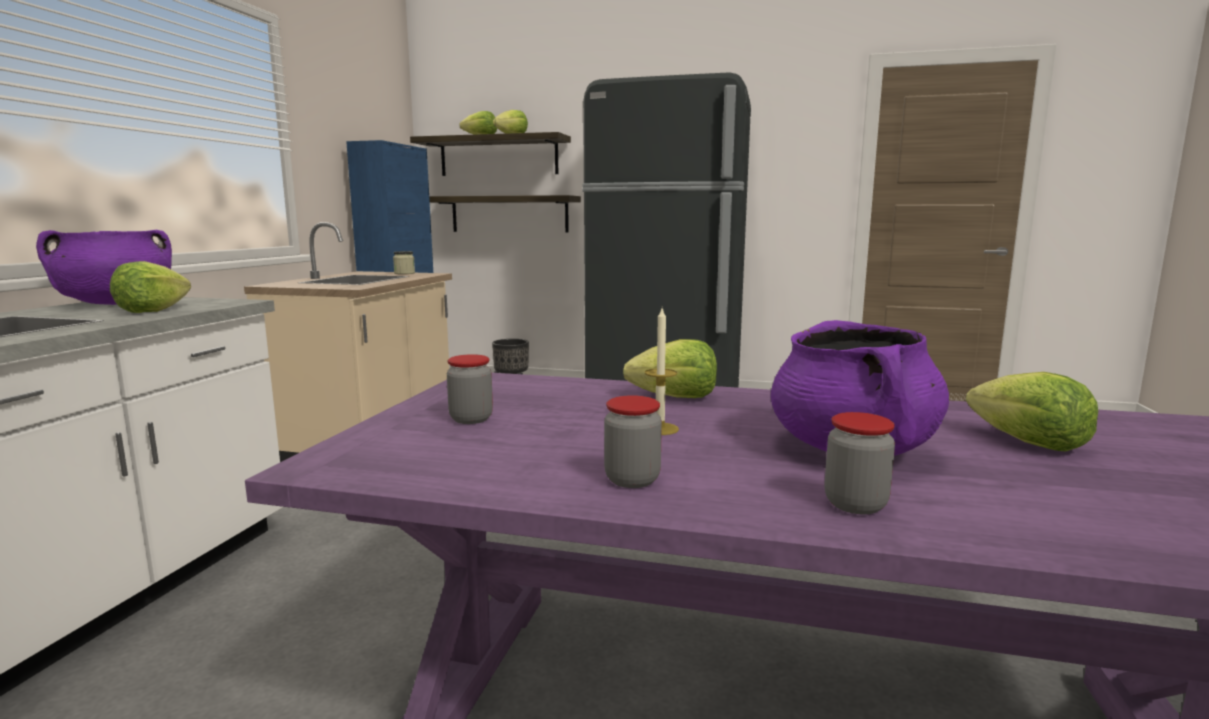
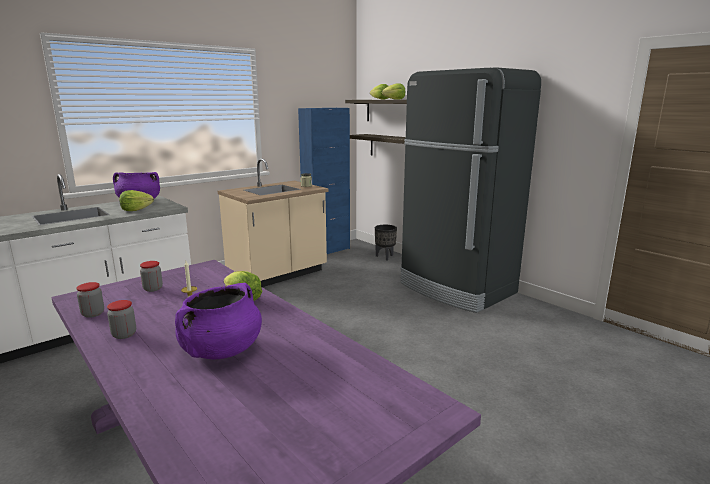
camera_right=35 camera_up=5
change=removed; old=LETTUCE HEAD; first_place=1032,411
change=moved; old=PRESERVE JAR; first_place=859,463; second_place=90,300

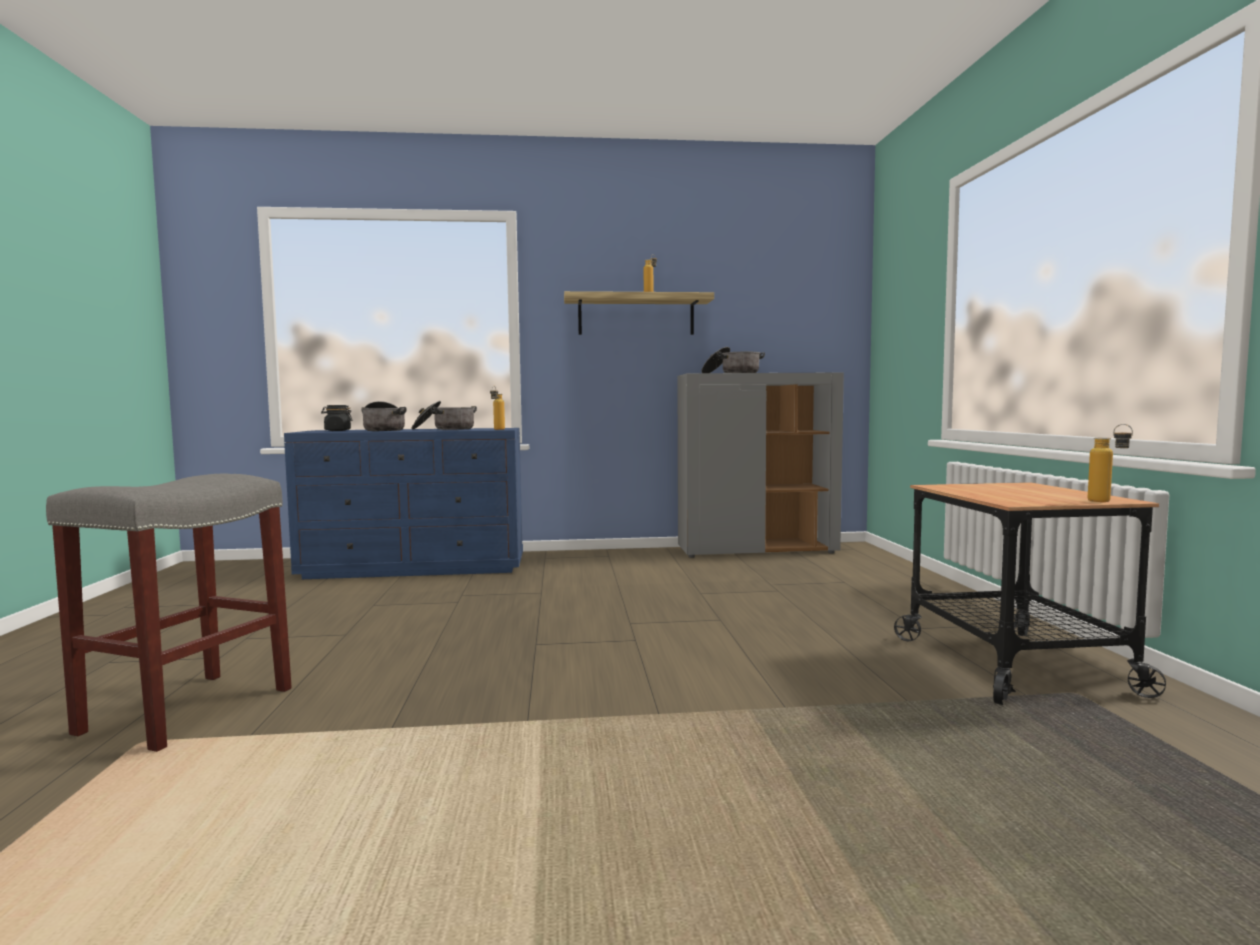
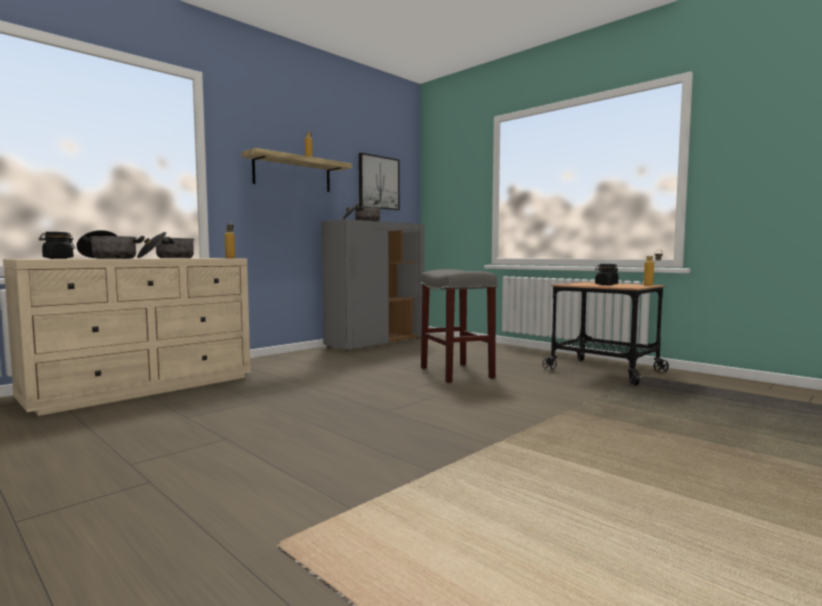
camera_right=-40 camera_up=0
change=added; new=PICTURE; second_place=379,181
change=added; new=BLACK-COLOURED PRESERVE JAR; second_place=607,274
change=moved; old=GREY STOOL; first_place=169,613; second_place=459,326
change=recoloured; old=BLUISH DRESSER; new=SAND-COLOURED DRESSER; first_place=403,503; second_place=127,337

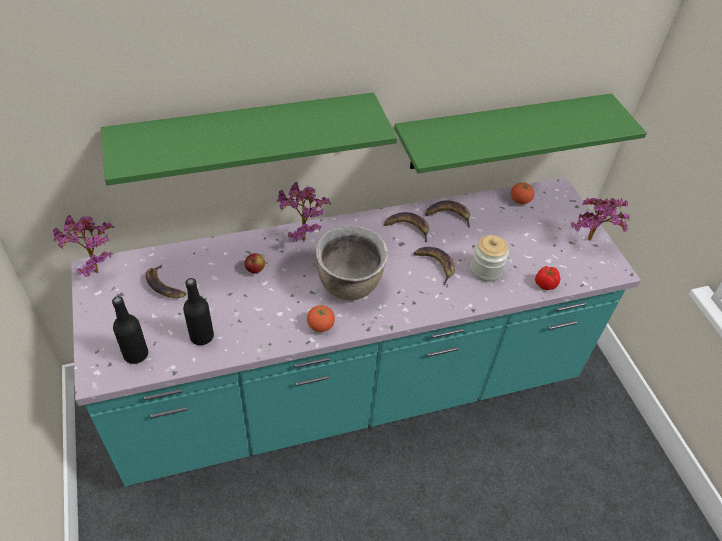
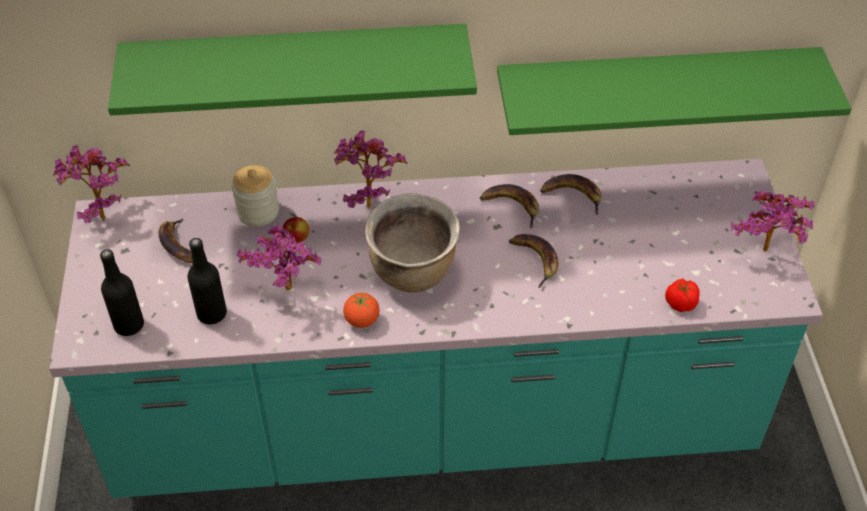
camera_right=15 camera_up=0
change=removed; old=WHOLE TOMATO; first_place=522,193
change=added; new=POTTED PLANT; second_place=279,257
change=moved; old=PRESERVE JAR; first_place=489,258; second_place=255,195

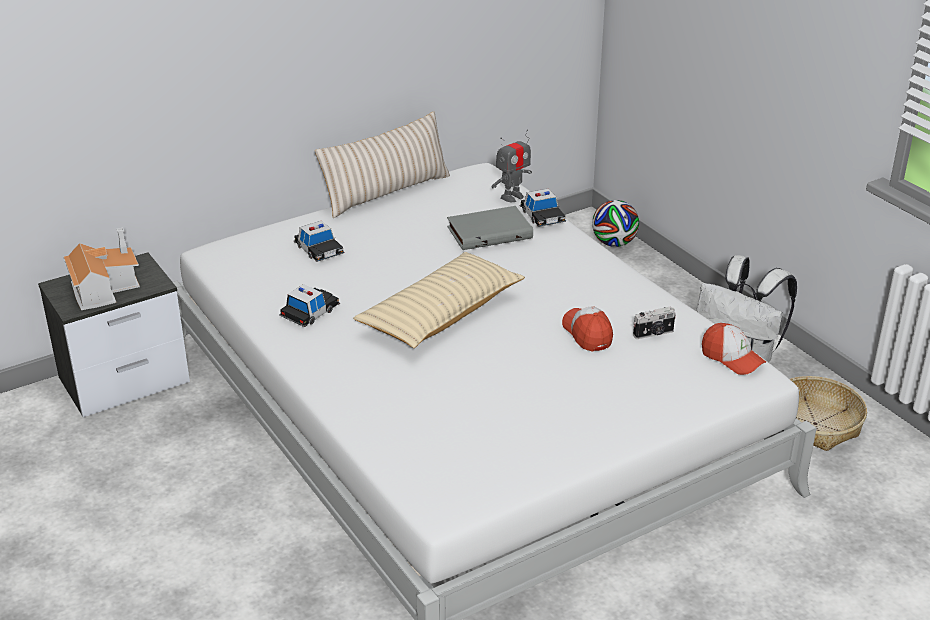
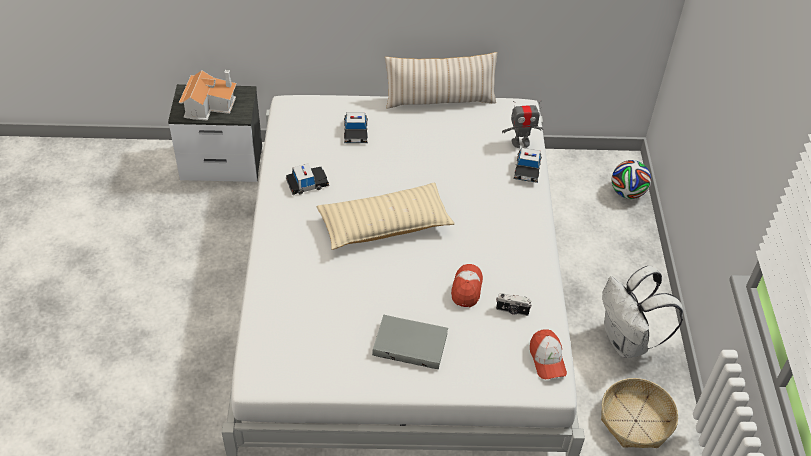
camera_right=30 camera_up=15
change=moved; old=GREY BOOK; first_place=490,228; second_place=410,341

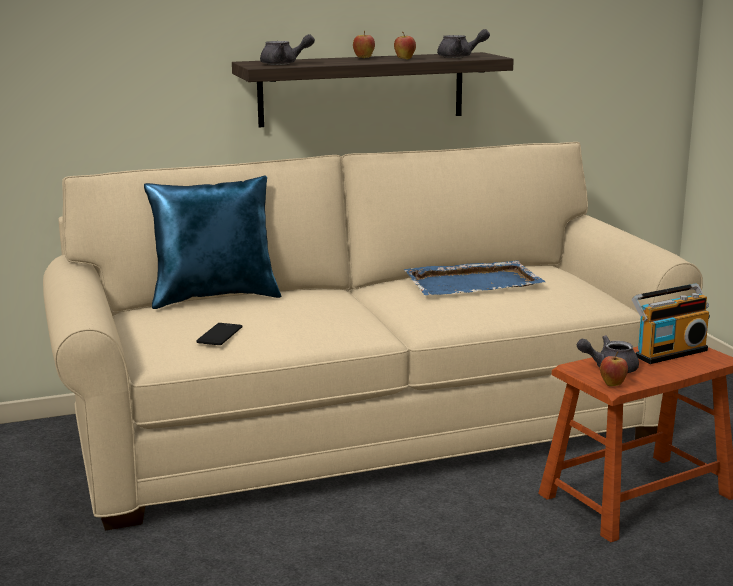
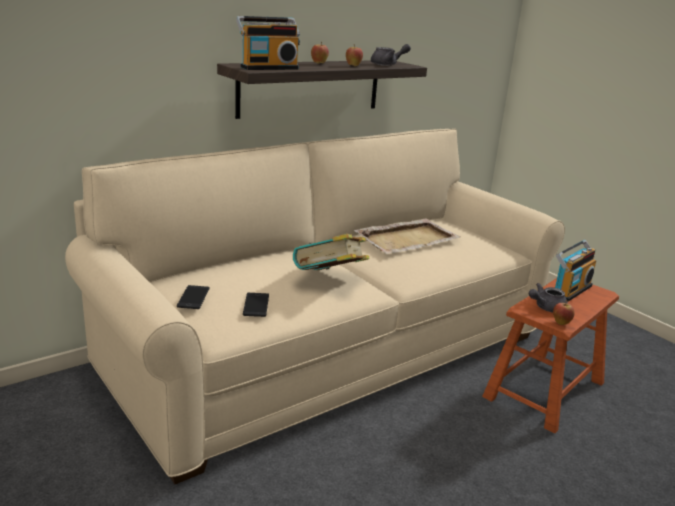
camera_right=-20 camera_up=5
change=removed; old=BLUISH THROW PILLOW; first_place=212,242
change=added; new=TELEPHONE; second_place=193,297
change=added; new=BOOK; second_place=331,252
change=replaced; old=GREY TEA POT; new=RADIO SET; first_place=287,49; second_place=268,43
change=recoloured; old=BLUISH SERVING TRAY; new=SAND-COLOURED SERVING TRAY; first_place=475,278; second_place=407,236

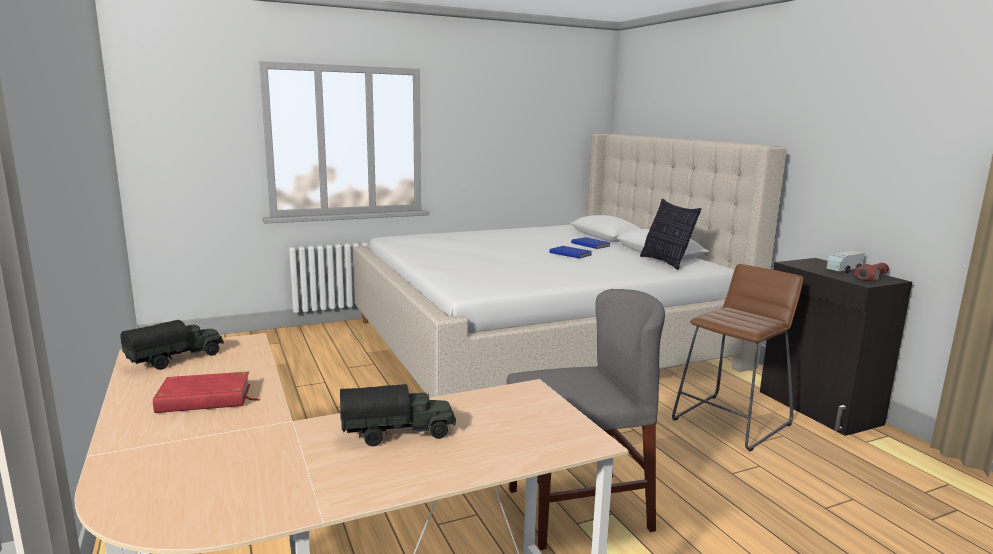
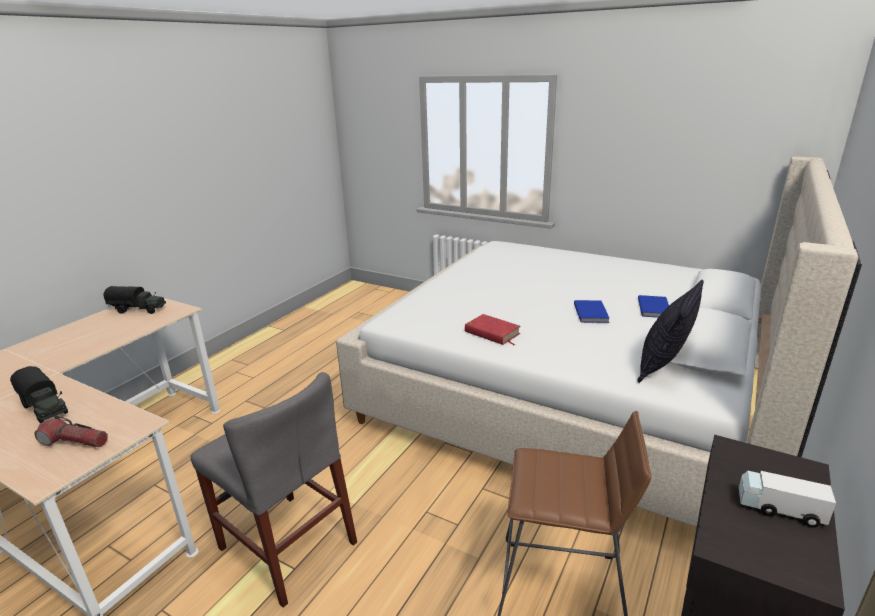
camera_right=55 camera_up=10
change=moved; old=REDDISH BOOK; first_place=206,392; second_place=493,329
change=moved; old=TORCH; first_place=871,272; second_place=71,431

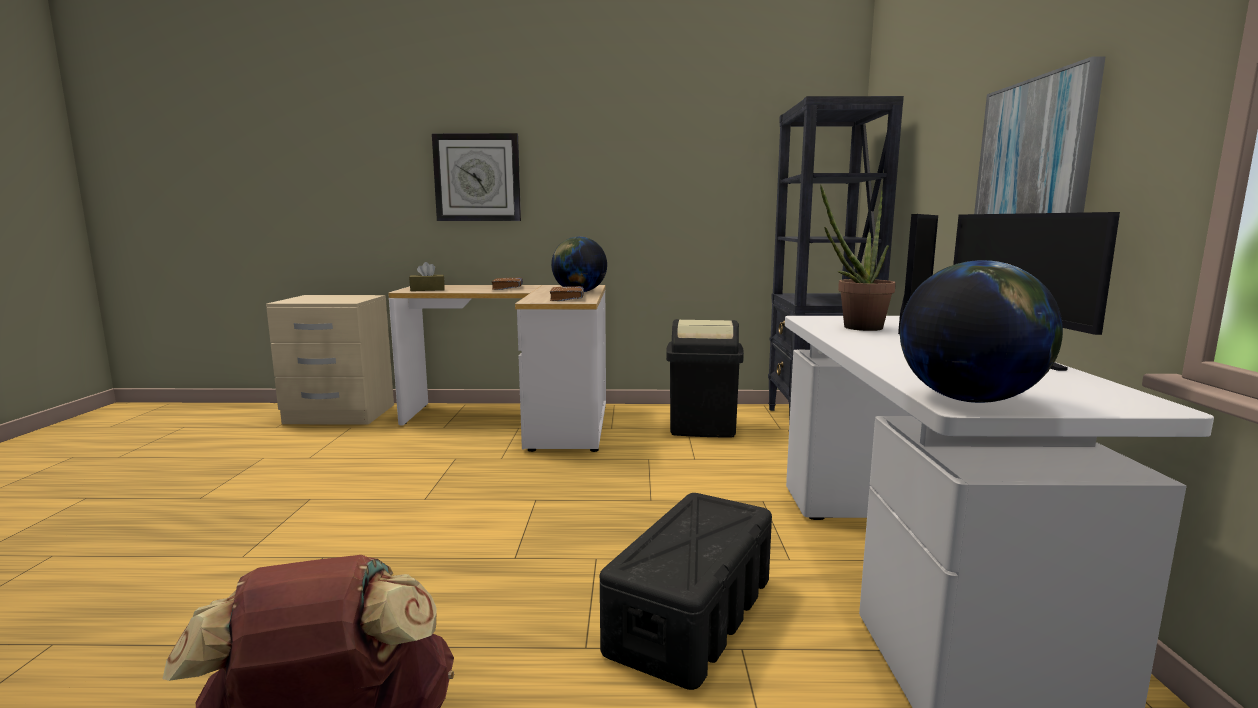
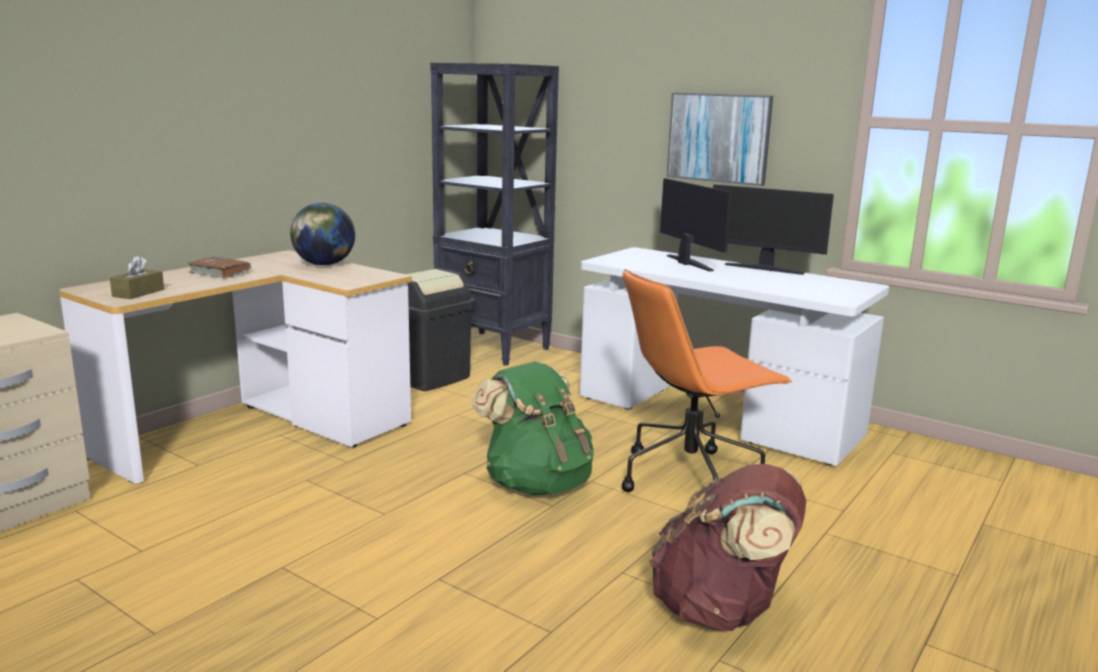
camera_right=-55 camera_up=5
change=removed; old=HANGING CLOCK; first_place=476,177
change=removed; old=BROWN BOOK; first_place=567,293
change=removed; old=POTTED PLANT; first_place=858,257
change=removed; old=WORLD GLOBE; first_place=981,331
change=added; new=GREEN-COLOURED KNAPSACK; second_place=533,428
change=replaced; old=BLACK-COLOURED STORAGE CONTAINER; new=ORANGEY OFFICE CHAIR; first_place=686,591; second_place=707,380

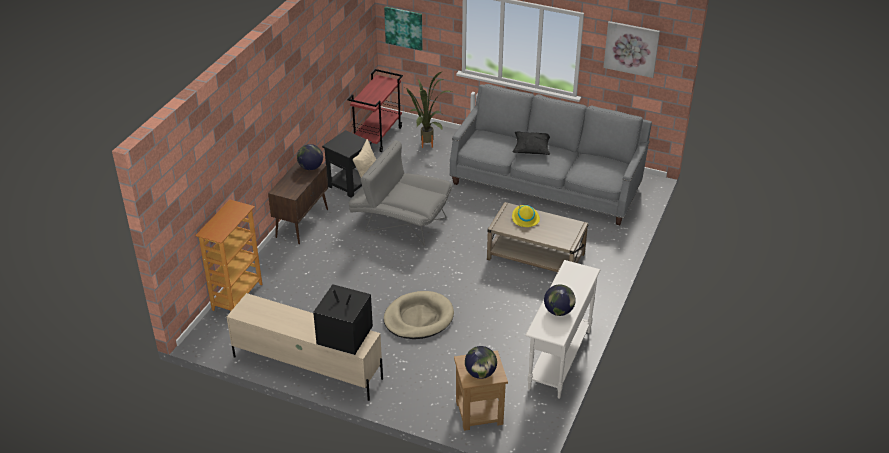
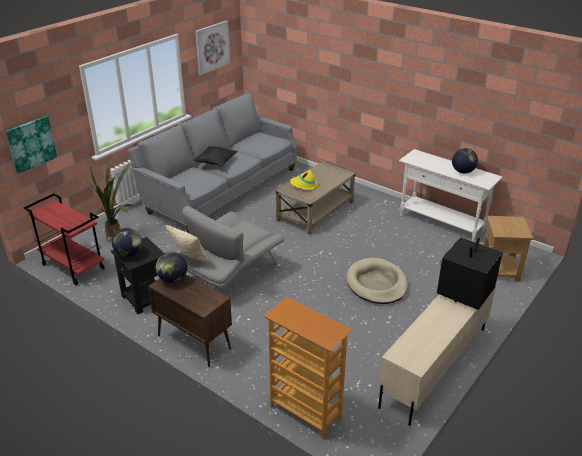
camera_right=-75 camera_up=-5
change=moved; old=WORLD GLOBE; first_place=481,362; second_place=127,242

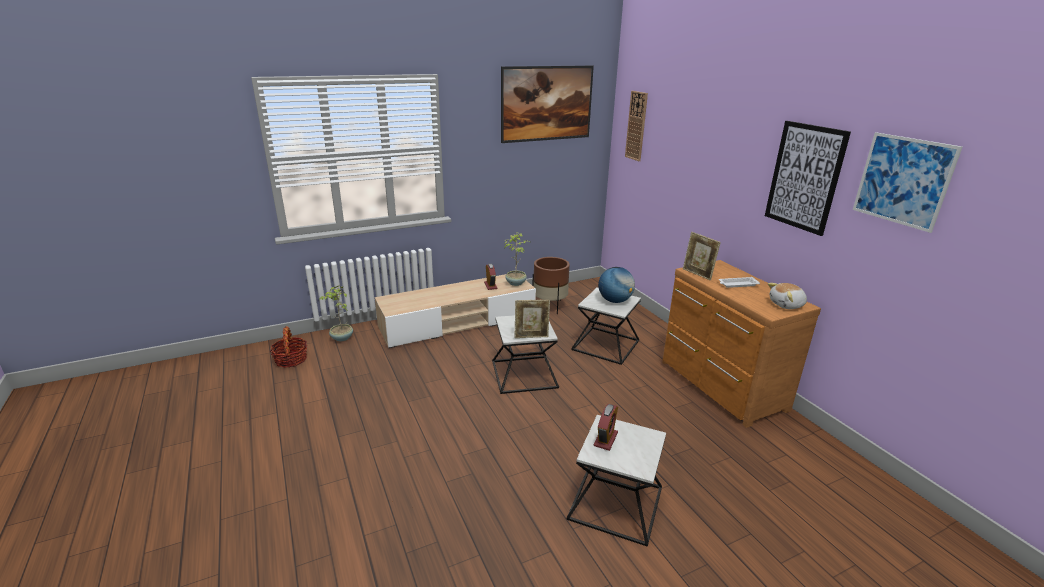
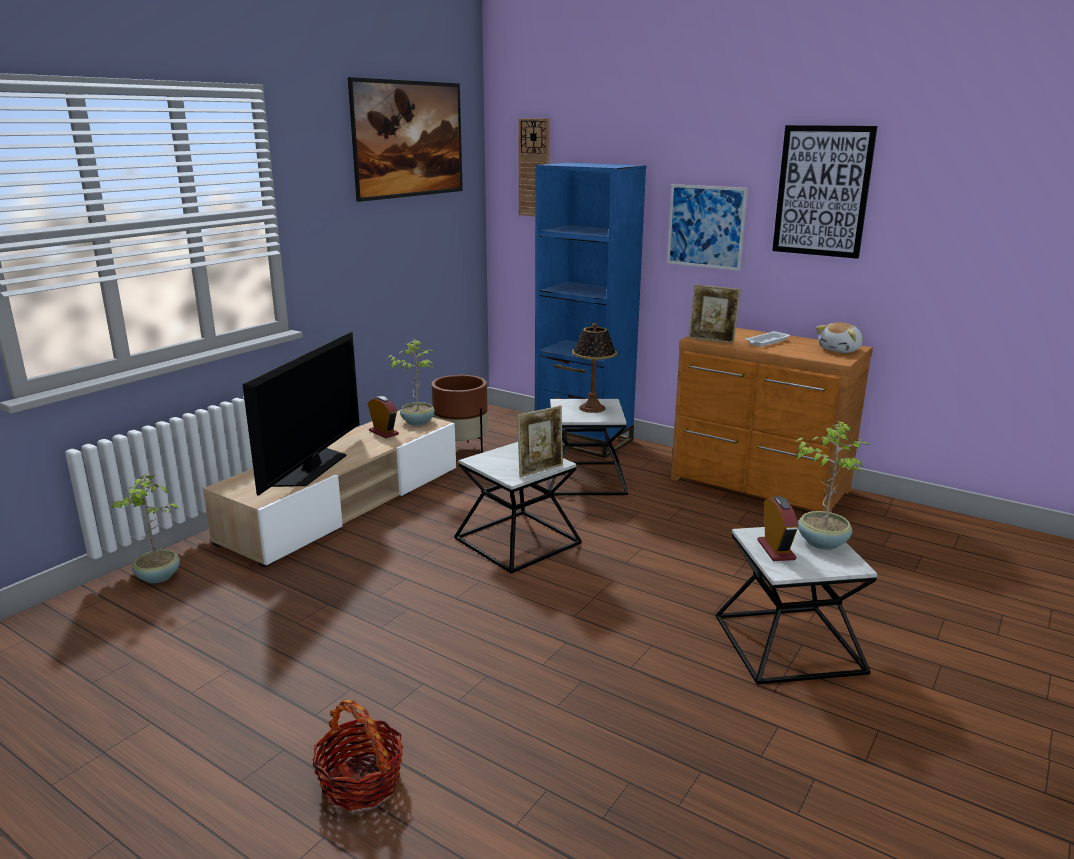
camera_right=-30 camera_up=-5
change=added; new=TV; second_place=301,414
change=added; new=BLUISH BOOKSHELF; second_place=590,310
change=added; new=POTTED PLANT; second_place=833,485
change=moved; old=BASKET; first_place=288,347; second_place=357,755
change=moved; old=PICTURE; first_place=907,182; second_place=707,227
change=replaced; old=WORLD GLOBE; new=TABLE LAMP; first_place=616,285; second_place=594,368

